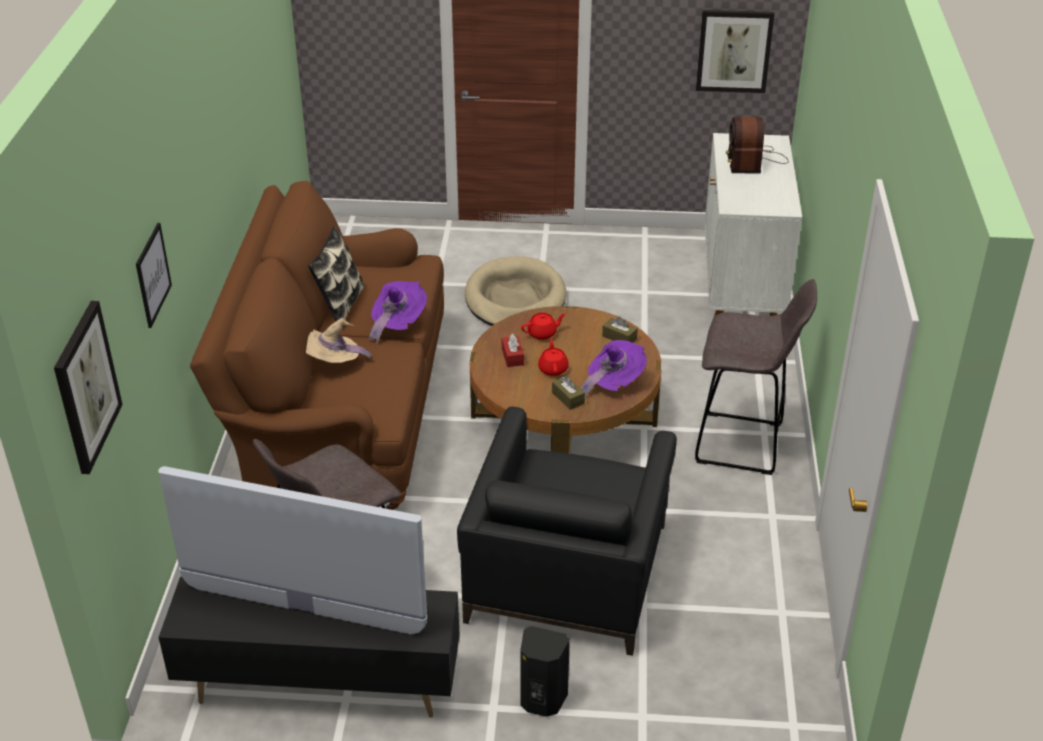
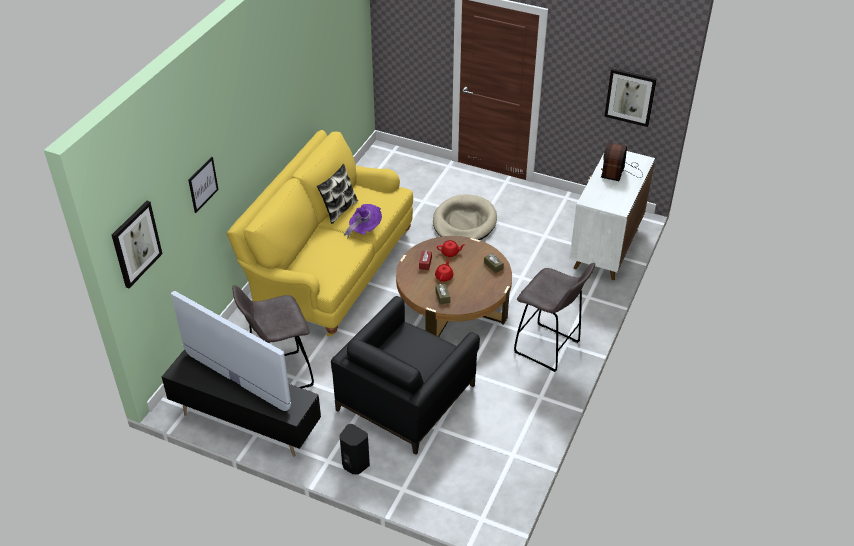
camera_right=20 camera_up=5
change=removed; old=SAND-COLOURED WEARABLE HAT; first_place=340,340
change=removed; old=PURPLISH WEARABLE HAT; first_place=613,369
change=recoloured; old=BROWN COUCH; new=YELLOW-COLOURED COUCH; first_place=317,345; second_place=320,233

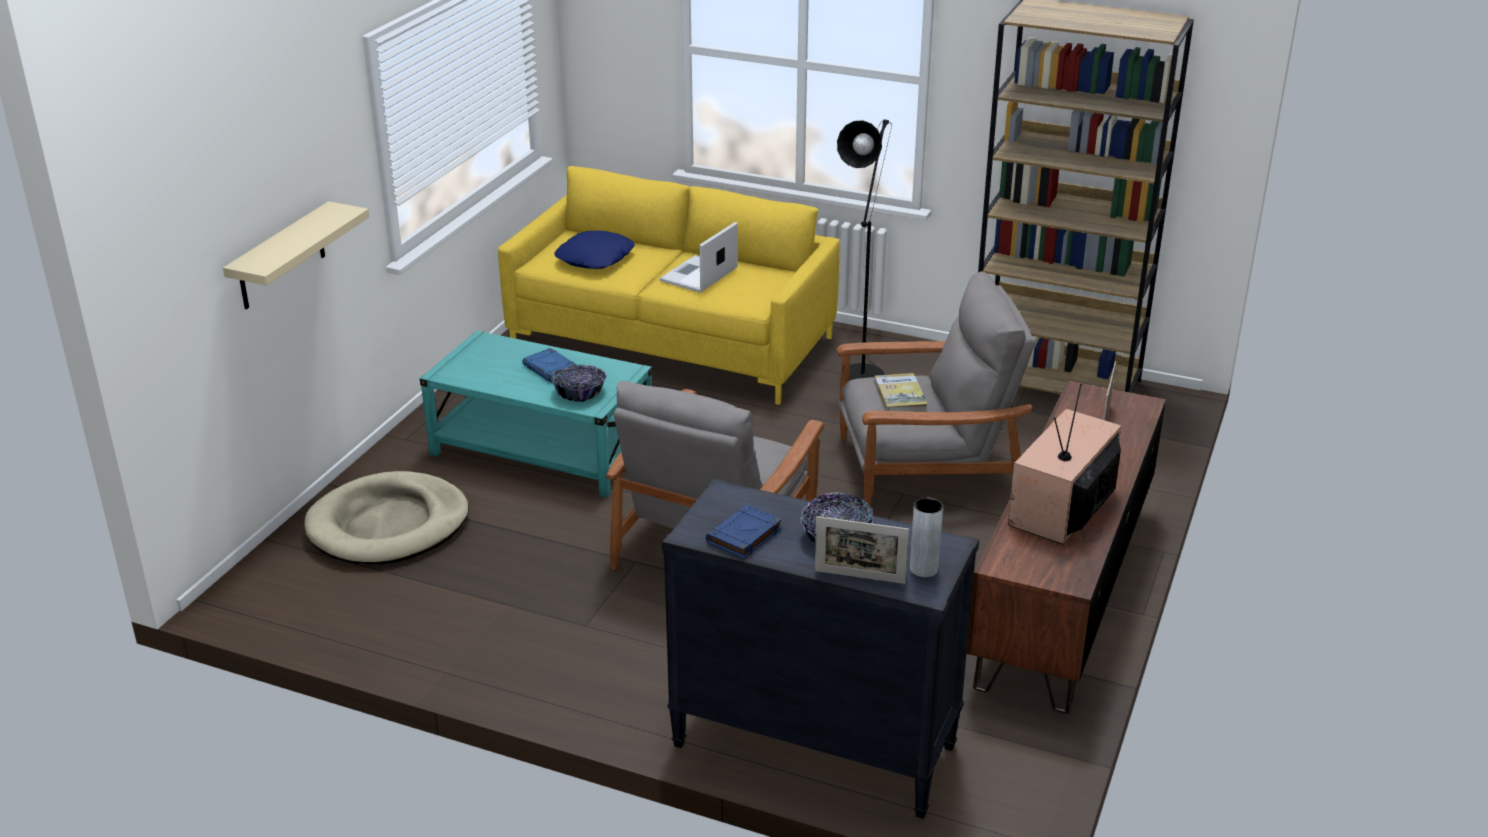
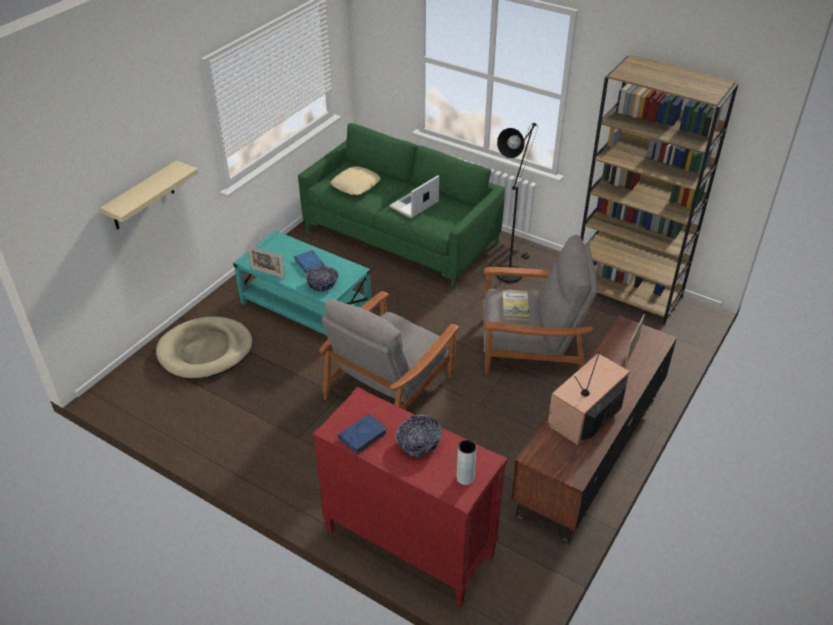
camera_right=10 camera_up=10
change=moved; old=PHOTO FRAME; first_place=862,550; second_place=266,262
change=recoloured; old=YELLOW-COLOURED COUCH; new=GREEN-COLOURED COUCH; first_place=669,285; second_place=401,206
change=recoloured; old=BLUISH THROW PILLOW; new=SAND-COLOURED THROW PILLOW; first_place=595,250; second_place=355,180
change=recoloured; old=BLACK-COLOURED DRESSER; new=REDDISH DRESSER; first_place=820,648; second_place=410,497

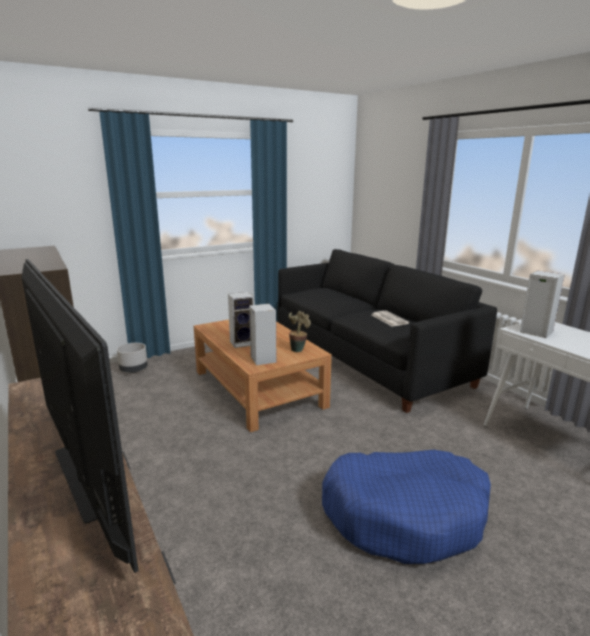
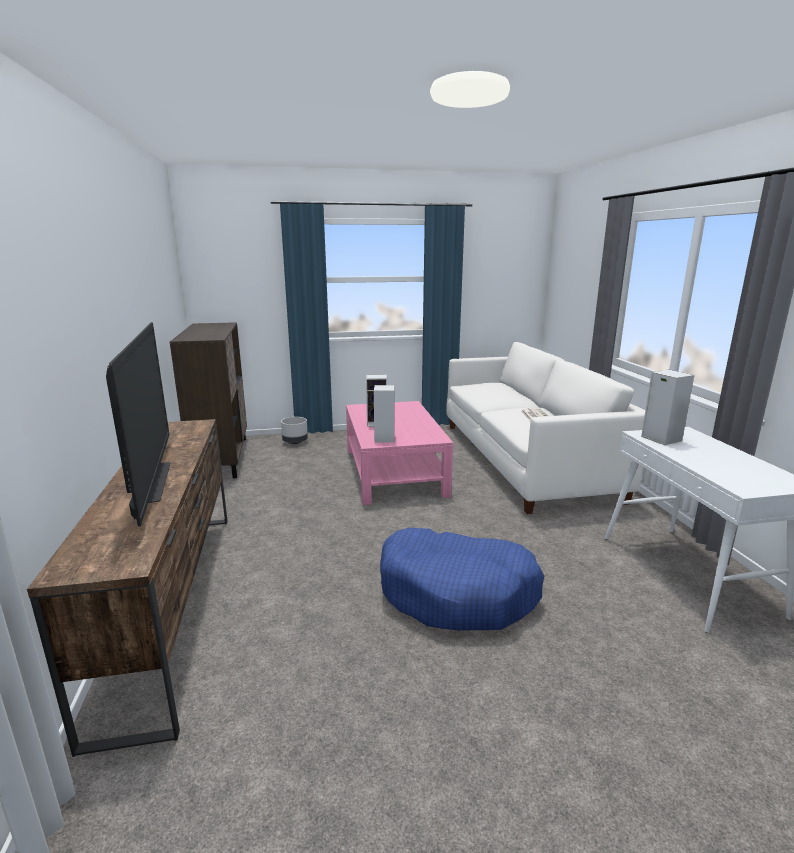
camera_right=20 camera_up=0
change=removed; old=POTTED PLANT; first_place=299,331
change=recoloured; old=BROWN LOW TABLE; new=PINK LOW TABLE; first_place=262,376; second_place=399,453
change=recoloured; old=BLACK-COLOURED COUCH; new=WHITE COUCH; first_place=387,331; second_place=545,428

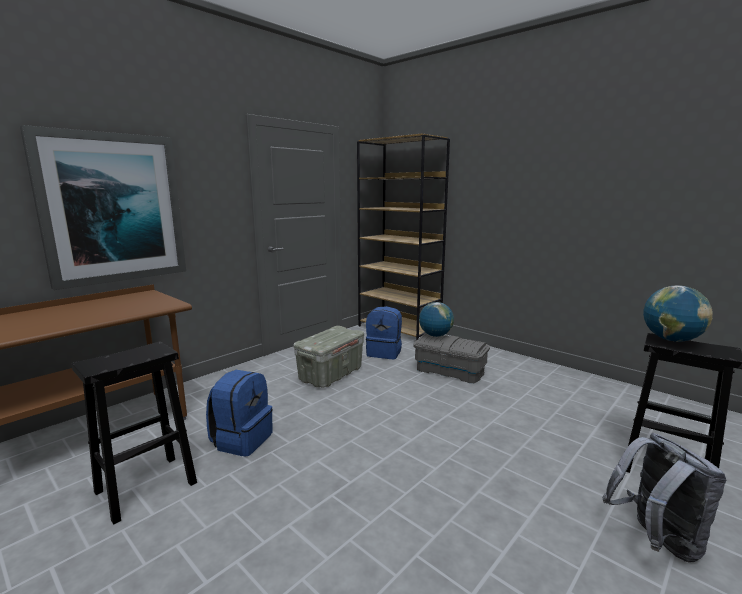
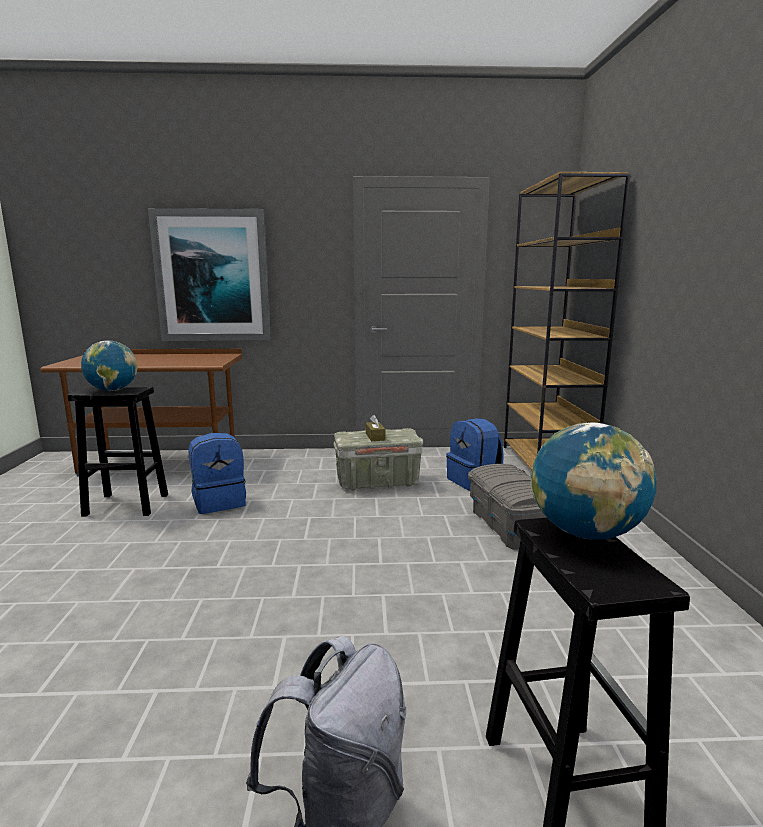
camera_right=45 camera_up=0
change=added; new=BROWN TISSUE BOX; second_place=376,428
change=moved; old=WORLD GLOBE; first_place=436,319; second_place=109,365

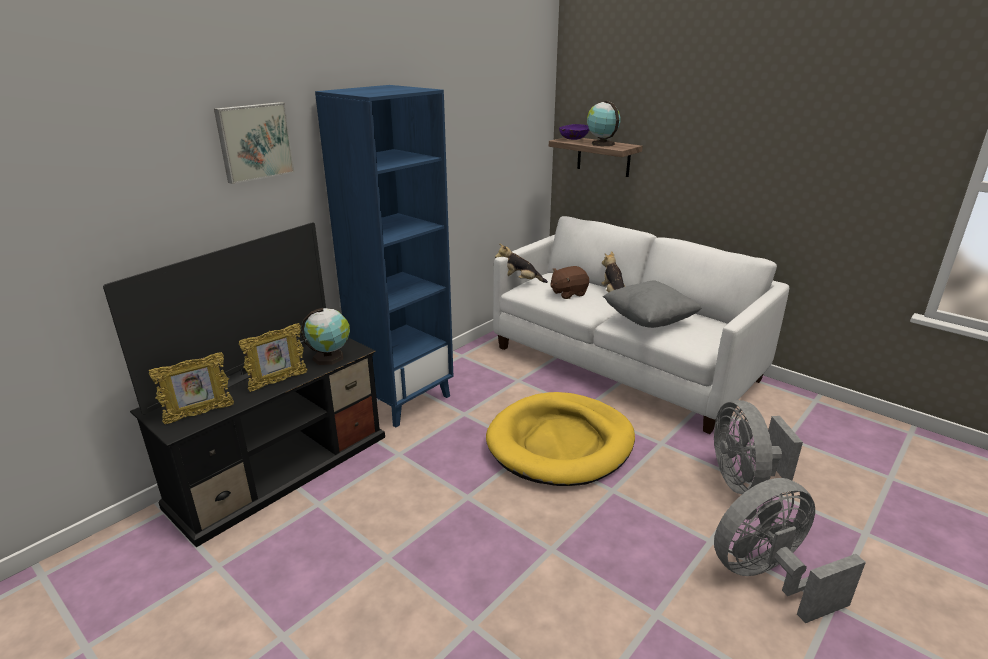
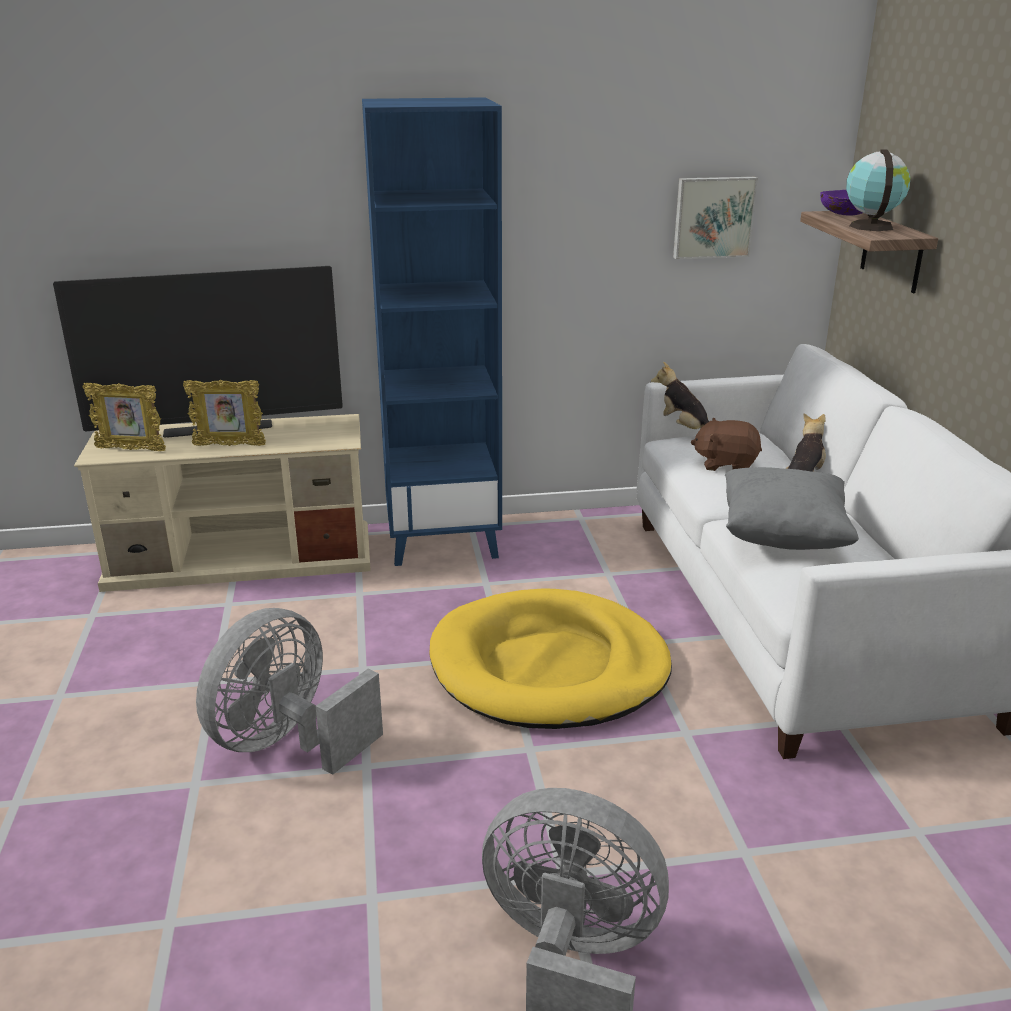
camera_right=40 camera_up=0
change=removed; old=WORLD GLOBE; first_place=325,336
change=moved; old=PICTURE; first_place=254,143; second_place=715,218
change=moved; old=GREY ELECTRIC FAN; first_place=758,447; second_place=289,691
change=recoloured; old=BLACK-COLOURED MEDIA CONSOLE; new=SAND-COLOURED MEDIA CONSOLE; first_place=257,442; second_place=222,503

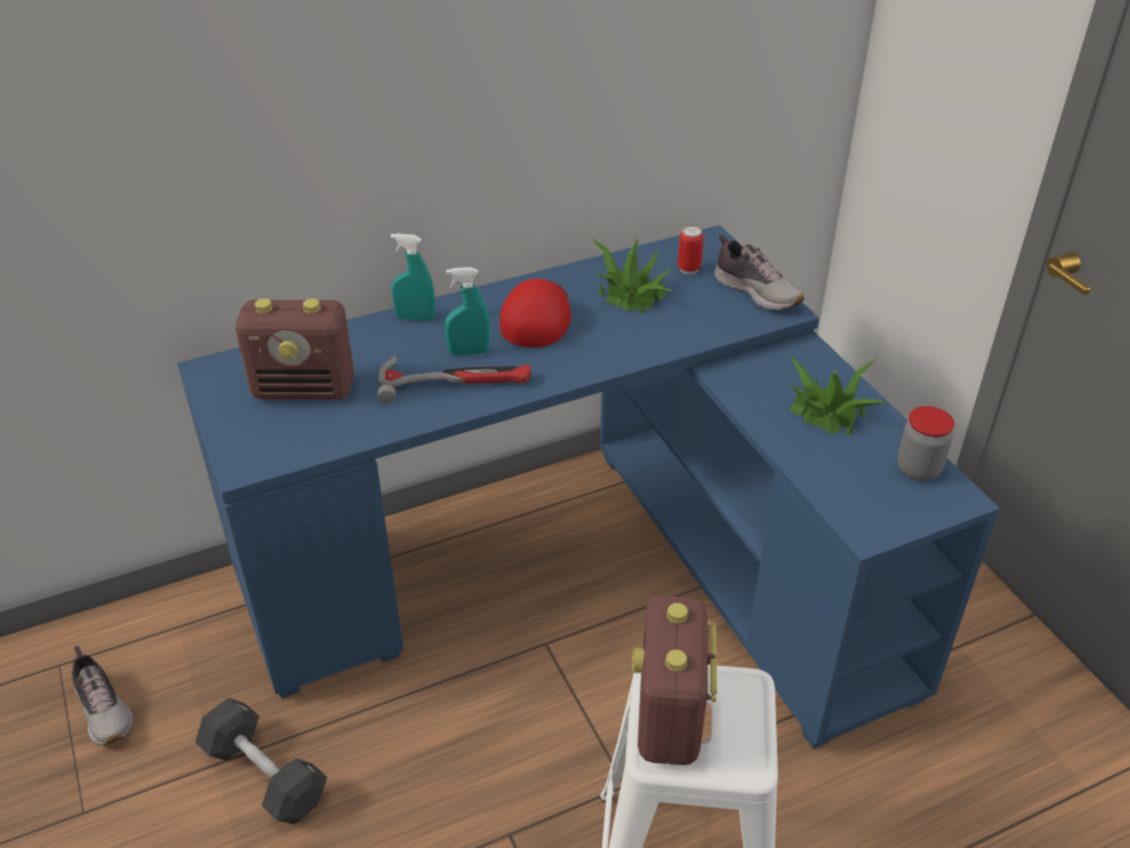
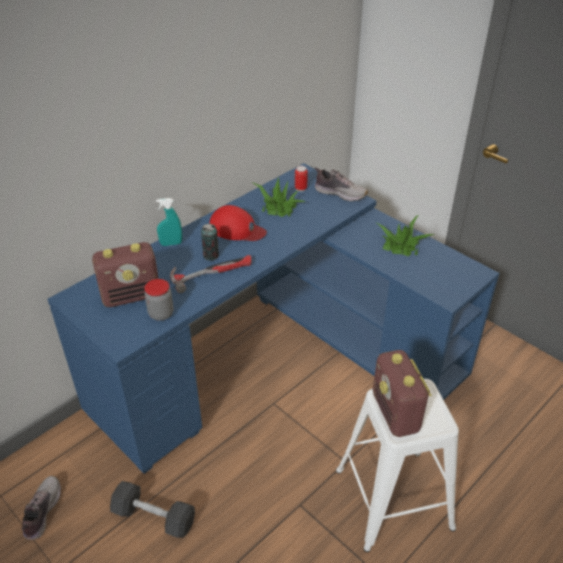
camera_right=-20 camera_up=0
change=moved; old=PRESERVE JAR; first_place=926,443; second_place=159,300
change=replaced; old=BLUE-GREEN SPRAY BOTTLE; new=SEALED CAN; first_place=467,311; second_place=210,242
change=turned; old=ITEM OF FOOTWEAR; first_place=102,695; second_place=41,508; degrees=-120
change=turned; old=REDDISH BASEBALL CAP; first_place=535,313; second_place=238,223; degrees=120

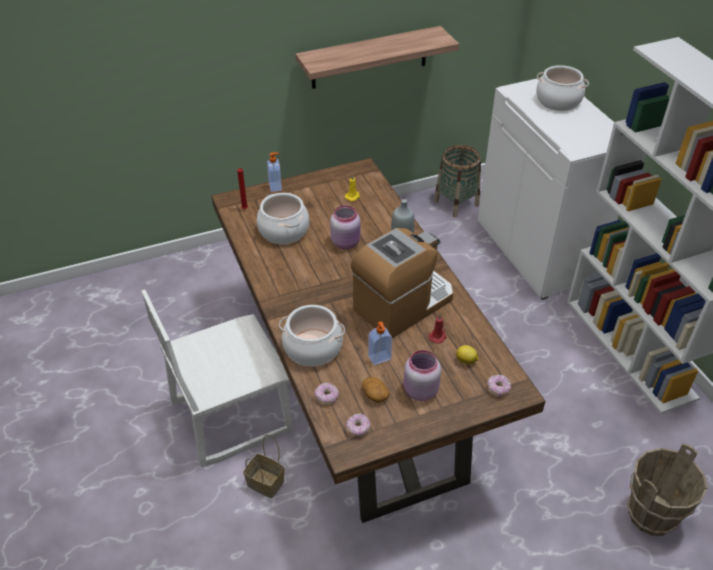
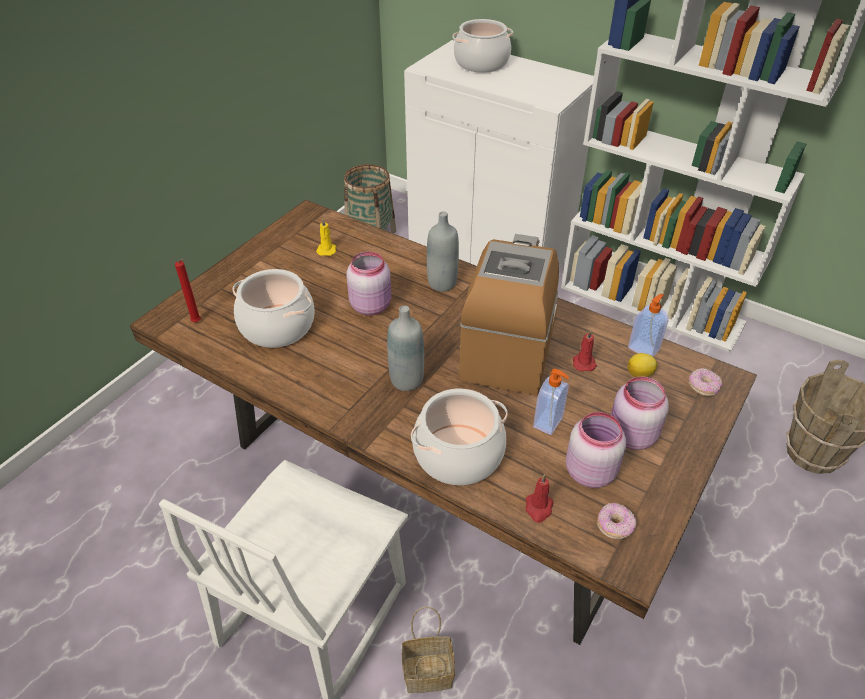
camera_right=-35 camera_up=0
change=removed; old=SHELF; first_place=377,57
change=added; new=GREY DRINK BOTTLE; second_place=405,348
change=moved; old=SOAP BOTTLE; first_place=274,172; second_place=648,325
change=replaced; old=DONUT; new=REDDISH WAX CANDLE; first_place=326,393; second_place=540,498
change=replaced; old=WHOLE POTATO; new=PINK PRESERVE JAR; first_place=376,390; second_place=596,450

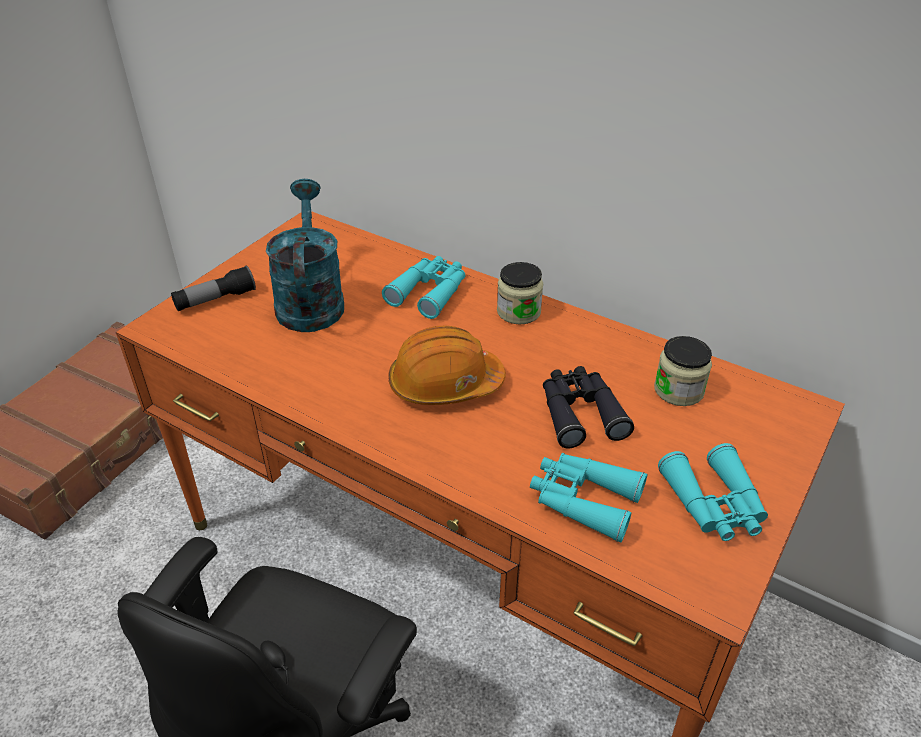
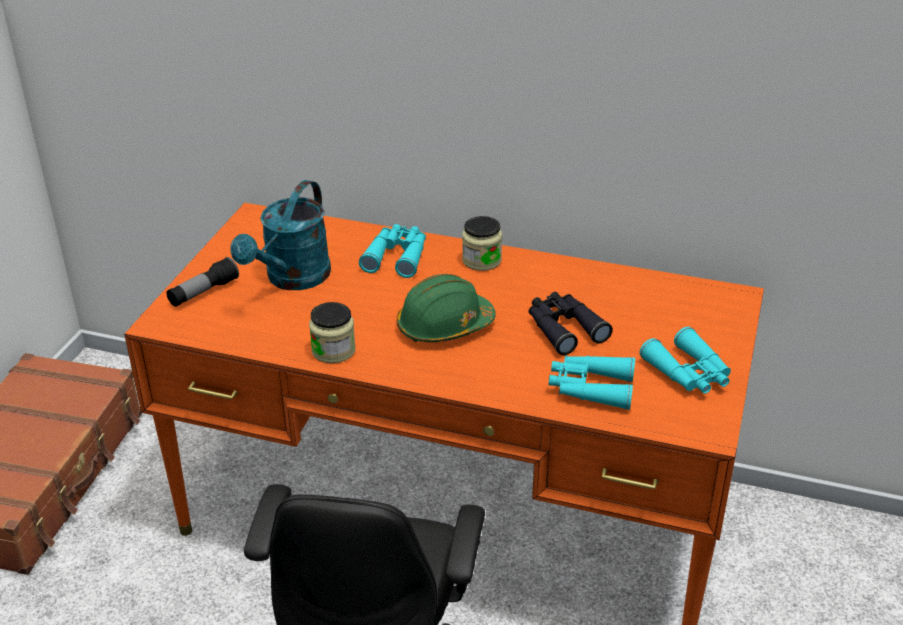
camera_right=-15 camera_up=-5
change=moved; old=PRESERVE JAR; first_place=683,371; second_place=332,333
change=recoloured; old=ORANGEY WORK HELMET; new=GREEN-COLOURED WORK HELMET; first_place=447,365; second_place=446,308
change=turned; old=BLUE-GREEN WATERING POT; first_place=305,255; second_place=280,235; degrees=-135

